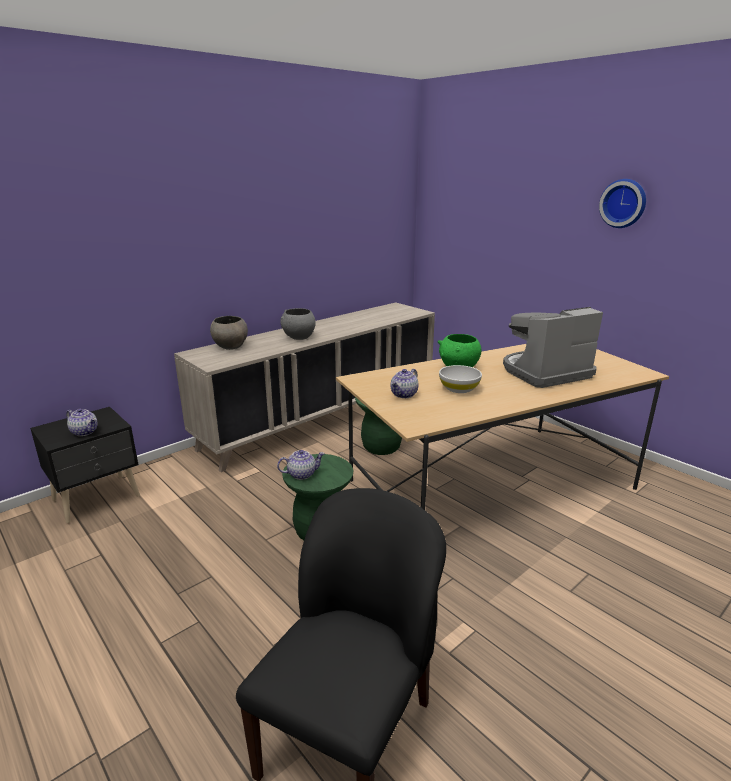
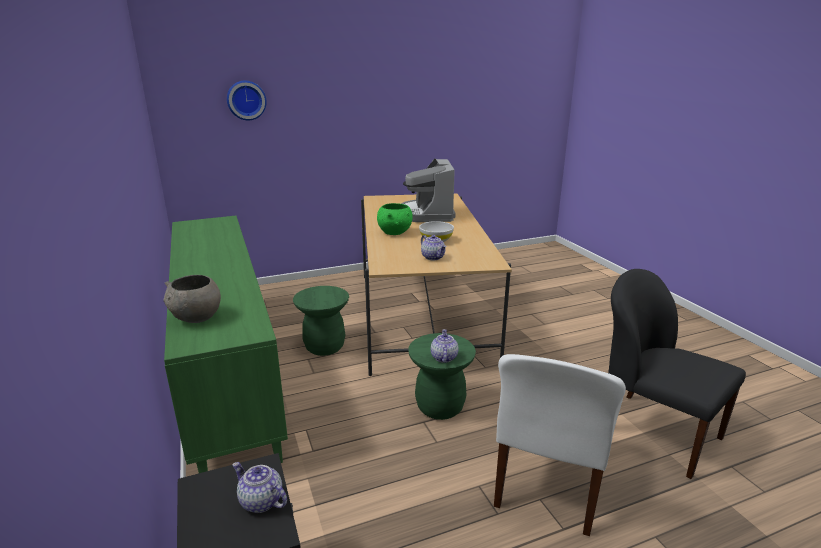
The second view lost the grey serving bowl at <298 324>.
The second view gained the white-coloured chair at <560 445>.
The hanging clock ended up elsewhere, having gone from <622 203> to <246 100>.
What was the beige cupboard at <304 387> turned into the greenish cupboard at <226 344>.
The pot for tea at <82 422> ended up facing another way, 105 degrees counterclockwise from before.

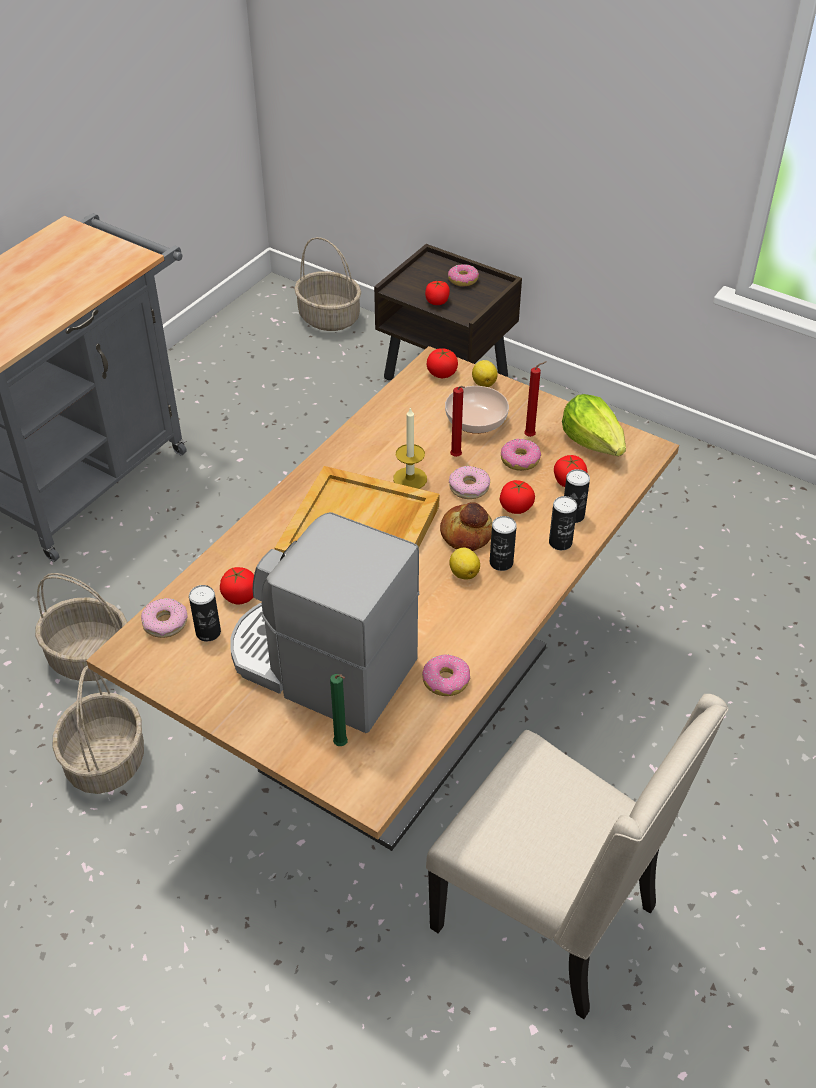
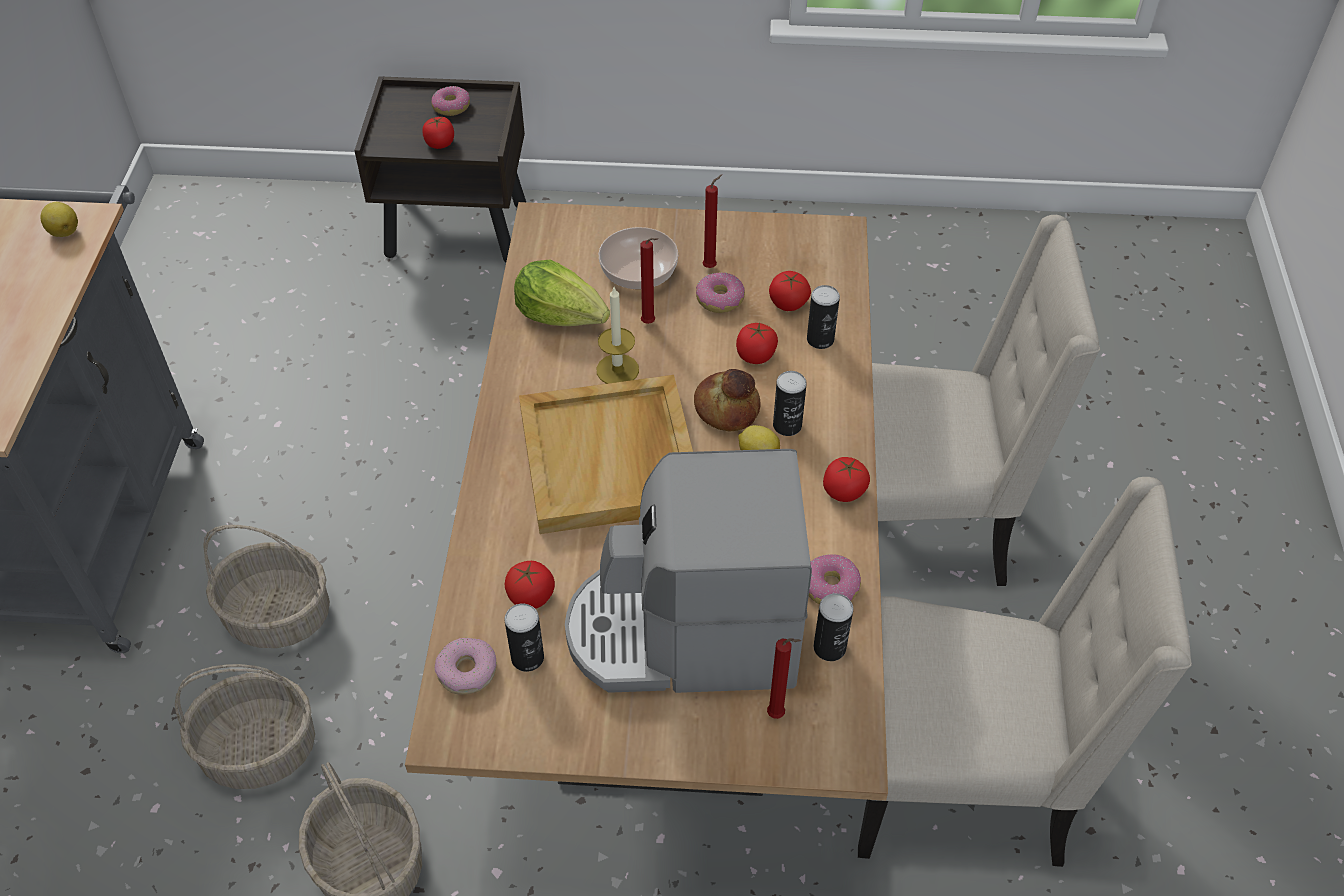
The second view lost the ring doughnut at <469 482>.
The second view gained the beige chair at <986 400>.
The household basket ended up elsewhere, having gone from <327 284> to <266 586>.
The whole tomato ended up elsewhere, having gone from <442 363> to <846 479>.
The whole lemon ended up elsewhere, having gone from <485 373> to <59 219>.
The metal can ended up elsewhere, having gone from <563 523> to <833 627>.
The lettuce ended up elsewhere, having gone from <594 425> to <562 293>.
What was the greenish candle at <339 710> turned into the reddish candle at <784 678>.

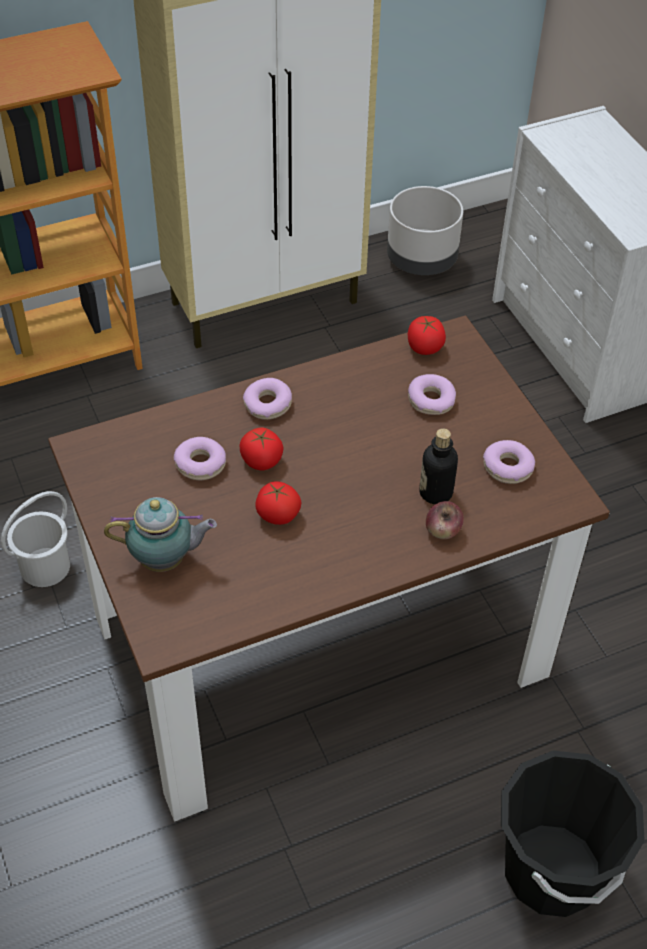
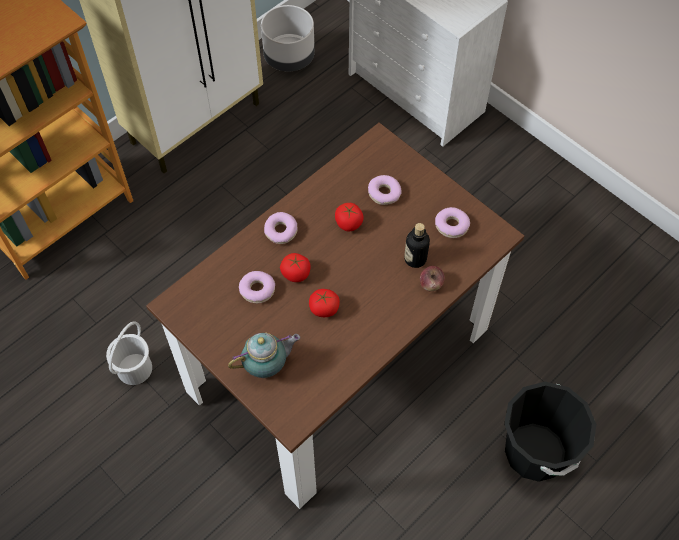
The whole tomato ended up elsewhere, having gone from <427 335> to <349 217>.

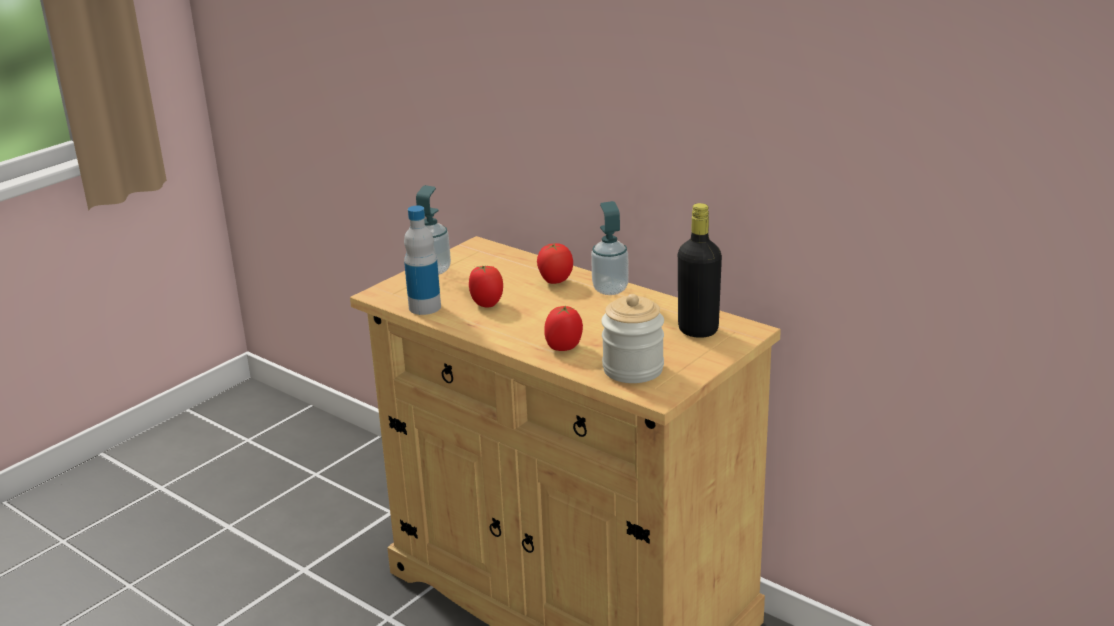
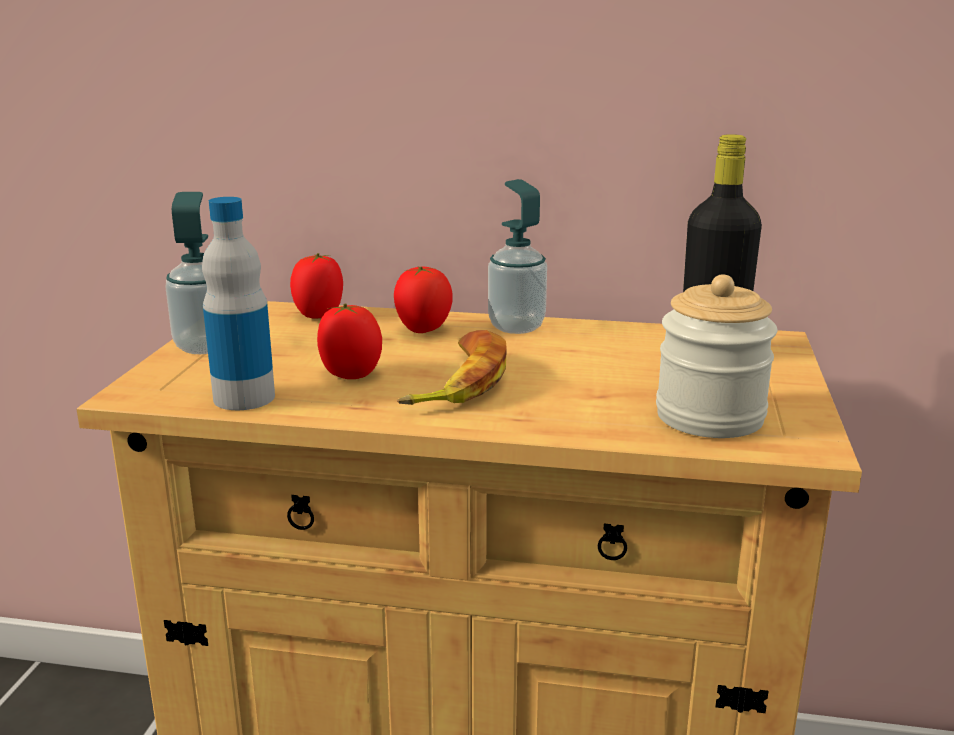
The second view gained the banana at <452 367>.
The whole tomato ended up elsewhere, having gone from <563 328> to <316 286>.

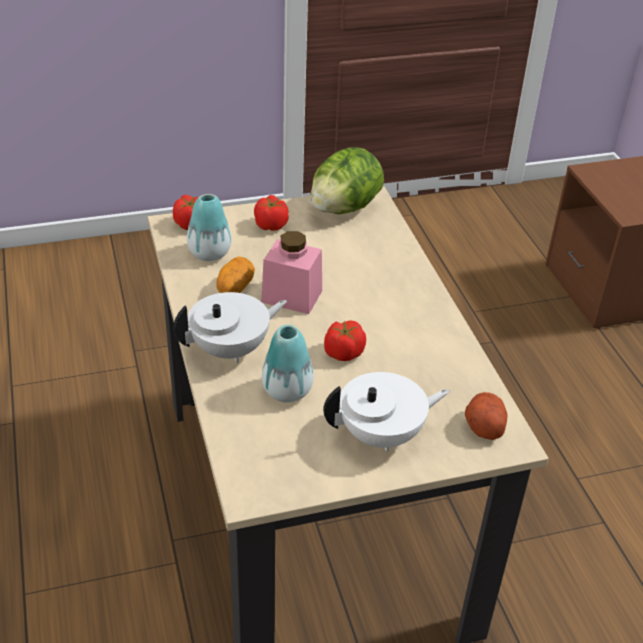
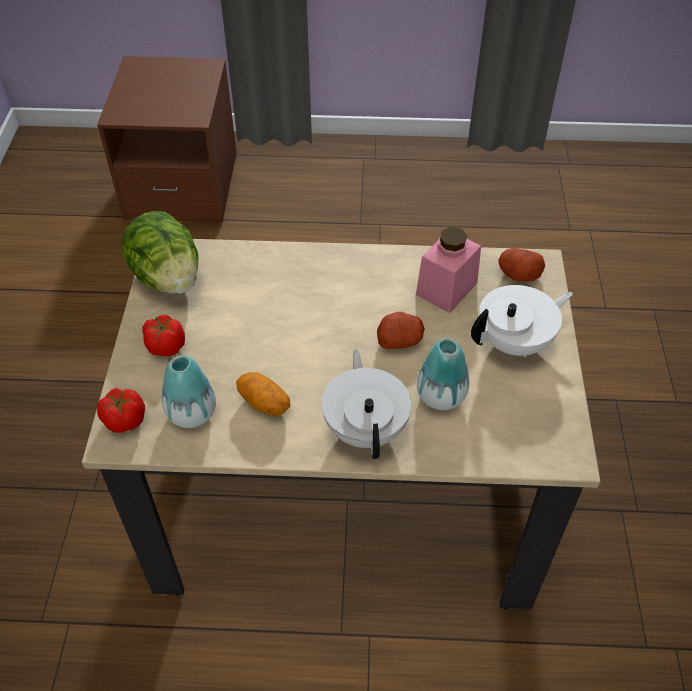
The pink jar ended up elsewhere, having gone from <291 272> to <448 270>.
Where the whole tomato stood at <345 340>, the spud came to stand at <401 330>.
The white-coloured pot for tea at <386 412> ended up facing another way, 60 degrees clockwise from before.

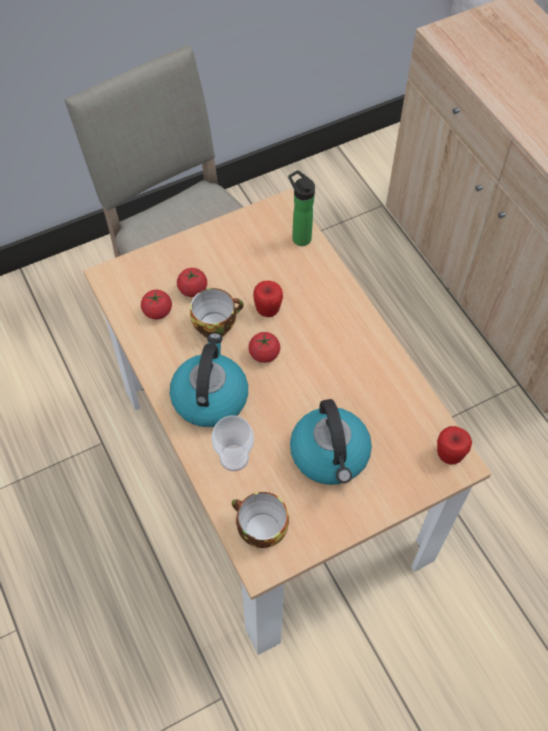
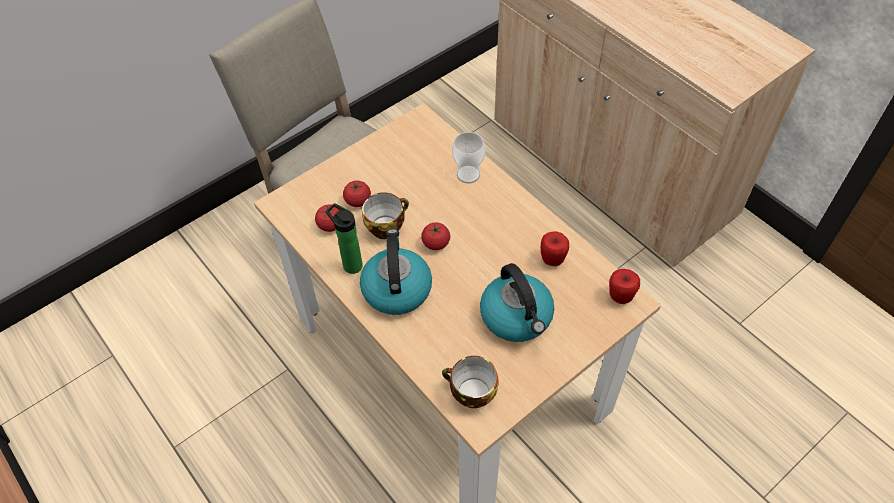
The small cup ended up elsewhere, having gone from <232 443> to <469 157>.
The apple ended up elsewhere, having gone from <268 299> to <555 248>.
The drink bottle ended up elsewhere, having gone from <301 208> to <344 238>.

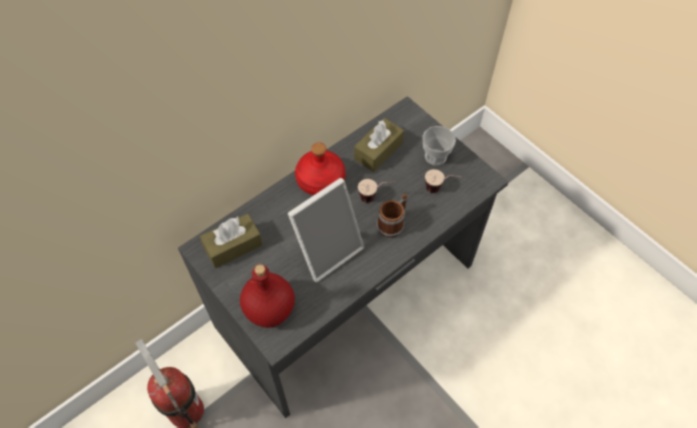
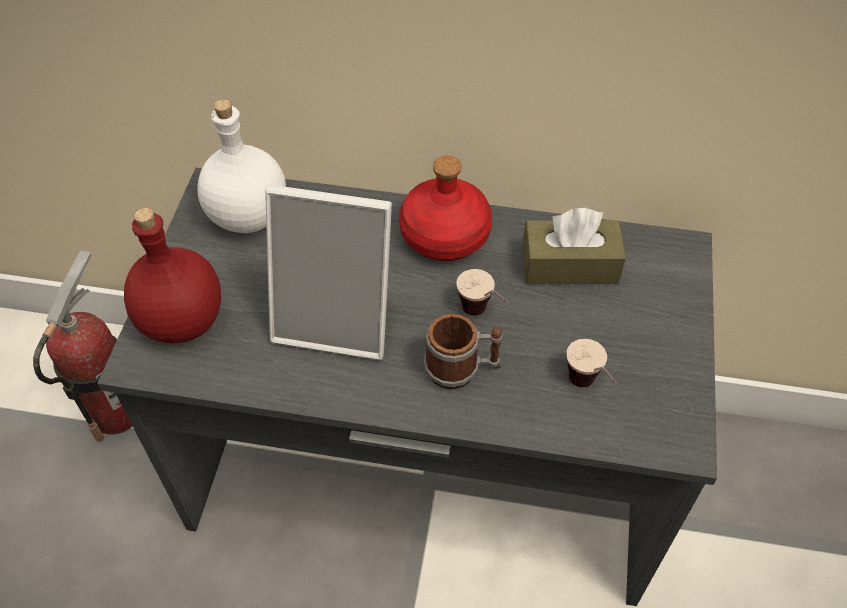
The second view lost the small cup at <439 146>.
Where the brownish box of tissues stood at <231 241>, the white-coloured drink bottle came to stand at <241 166>.

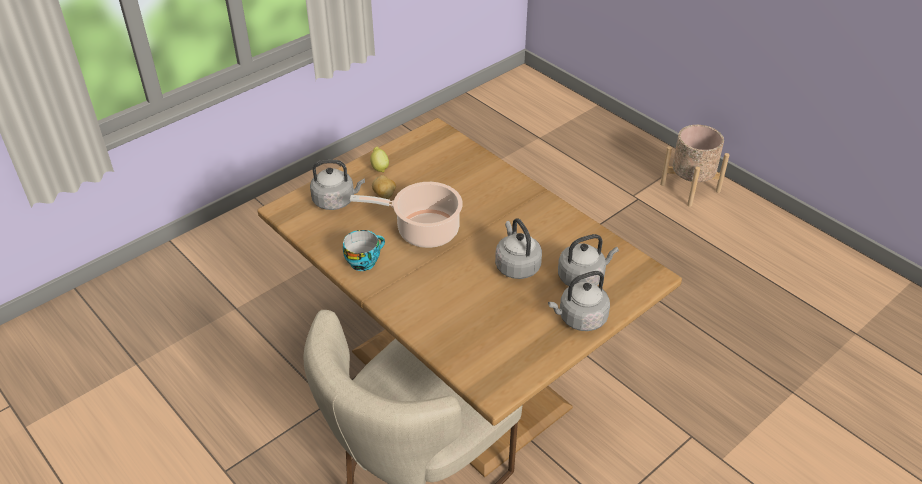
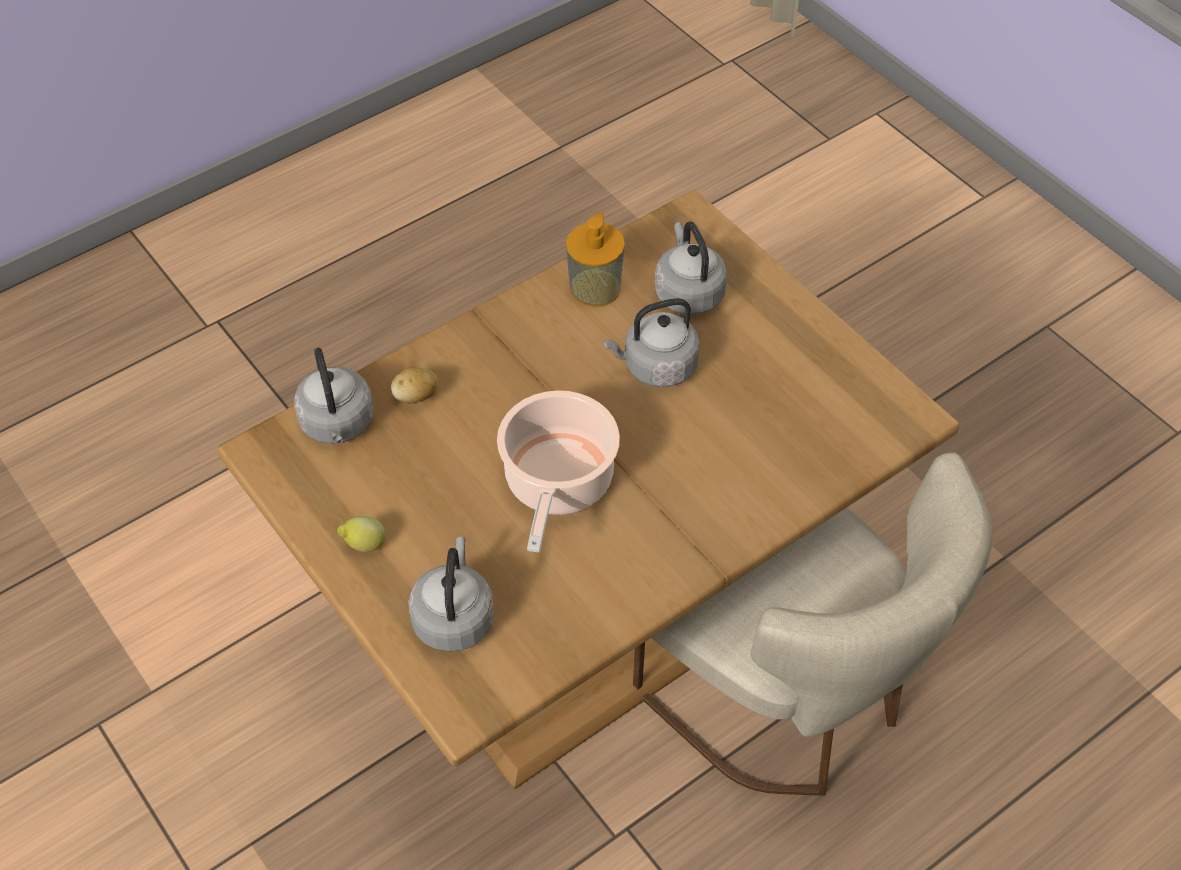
The second view lost the small cup at <364 250>.
The second view lost the beige planter at <694 166>.
The second view gained the liquid soap bottle at <595 260>.
The spud ended up elsewhere, having gone from <384 187> to <414 385>.
The grey tea kettle ended up elsewhere, having gone from <579 301> to <333 396>.

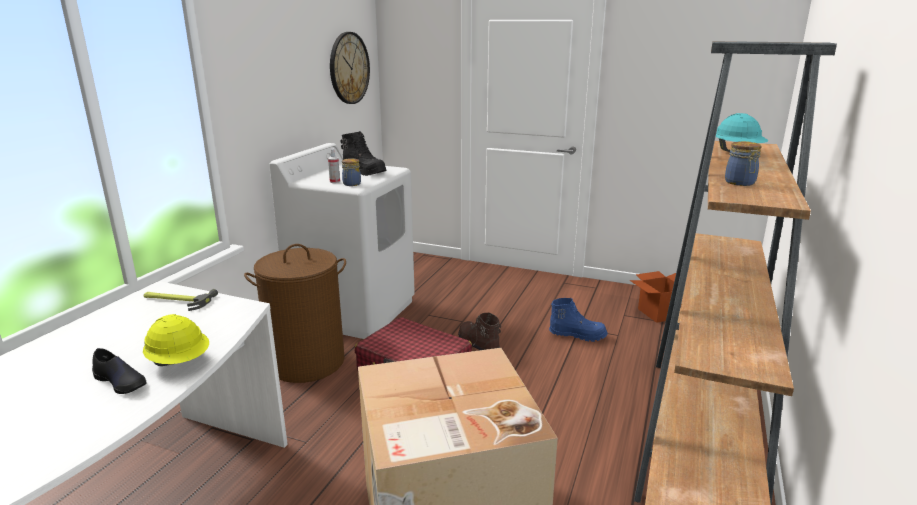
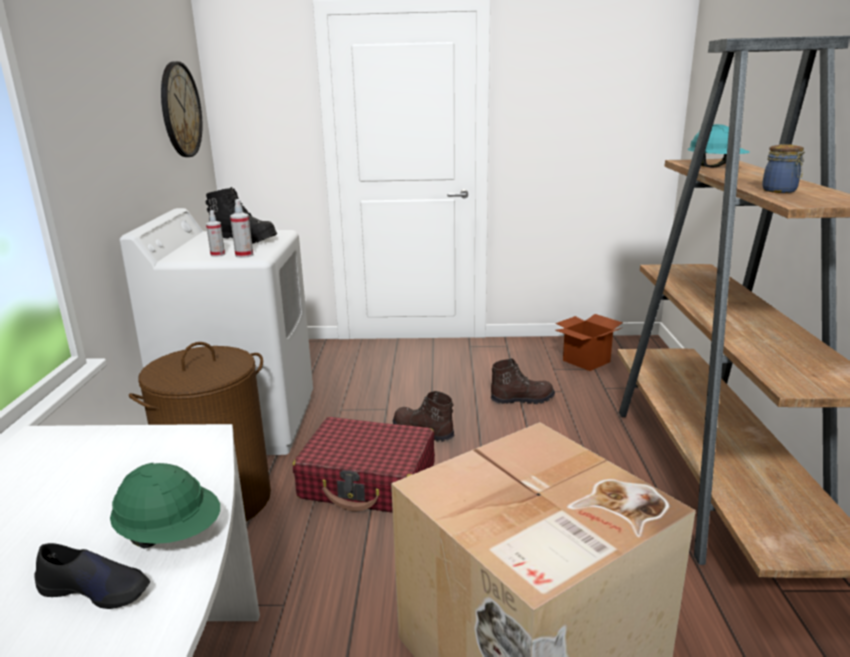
The second view lost the hammer at <181 300>.
Where the jar stood at <351 172>, the spray bottle came to stand at <241 228>.
What was the yellowish hard hat at <176 340> turned into the greenish hard hat at <165 505>.
What was the blue-coloured boot at <578 320> turned into the brownish boot at <523 381>.

